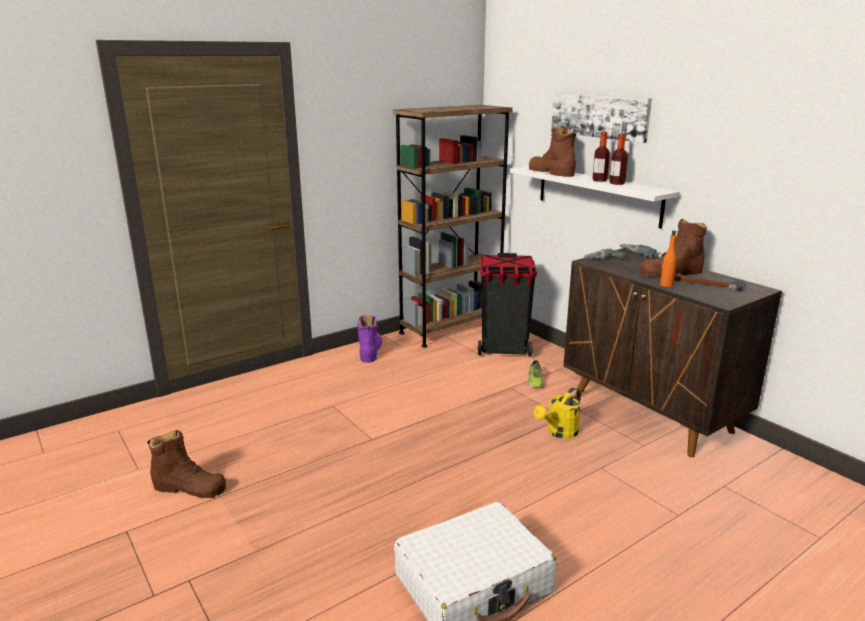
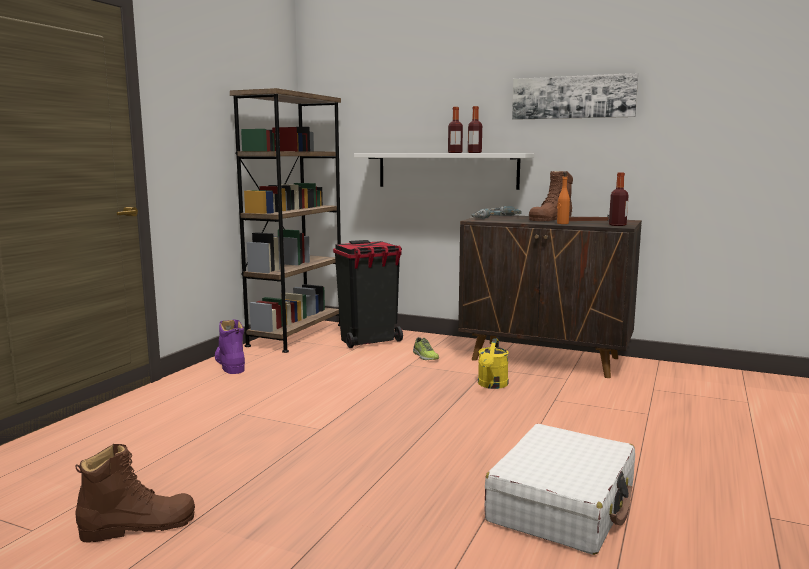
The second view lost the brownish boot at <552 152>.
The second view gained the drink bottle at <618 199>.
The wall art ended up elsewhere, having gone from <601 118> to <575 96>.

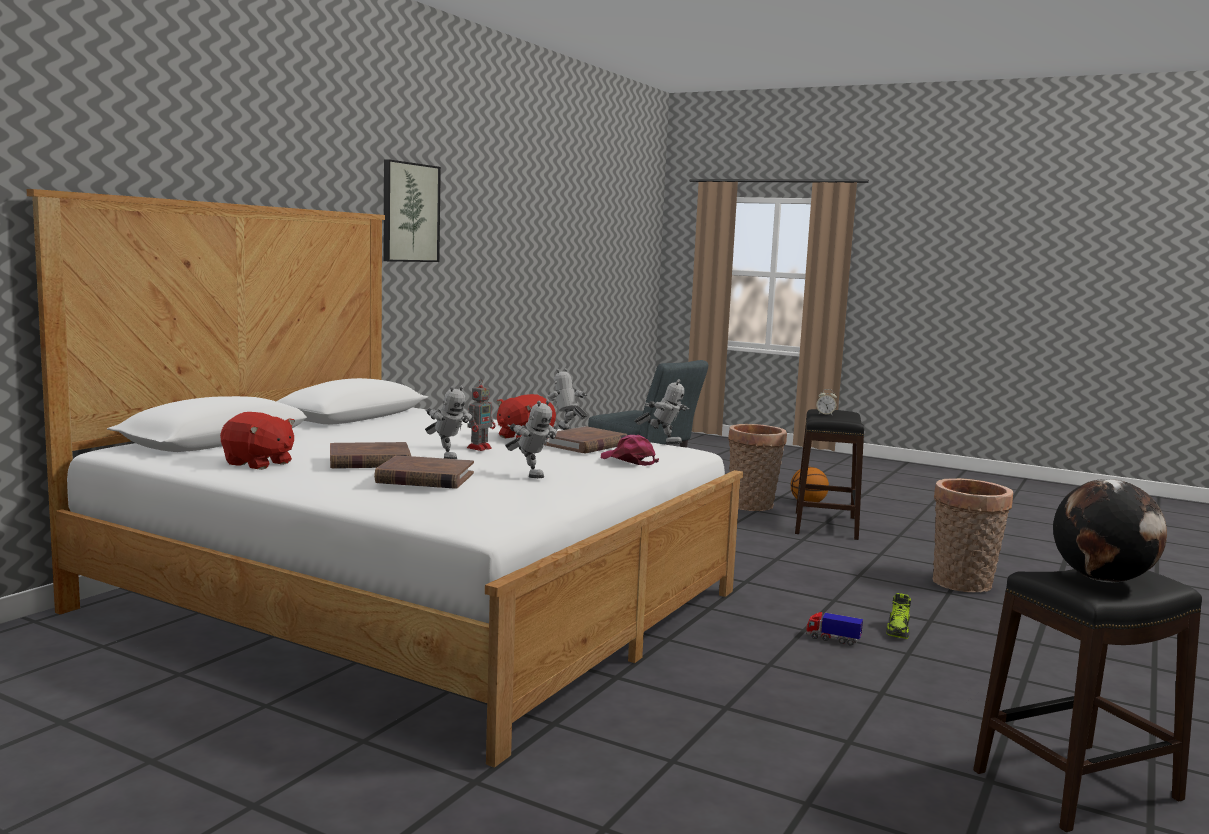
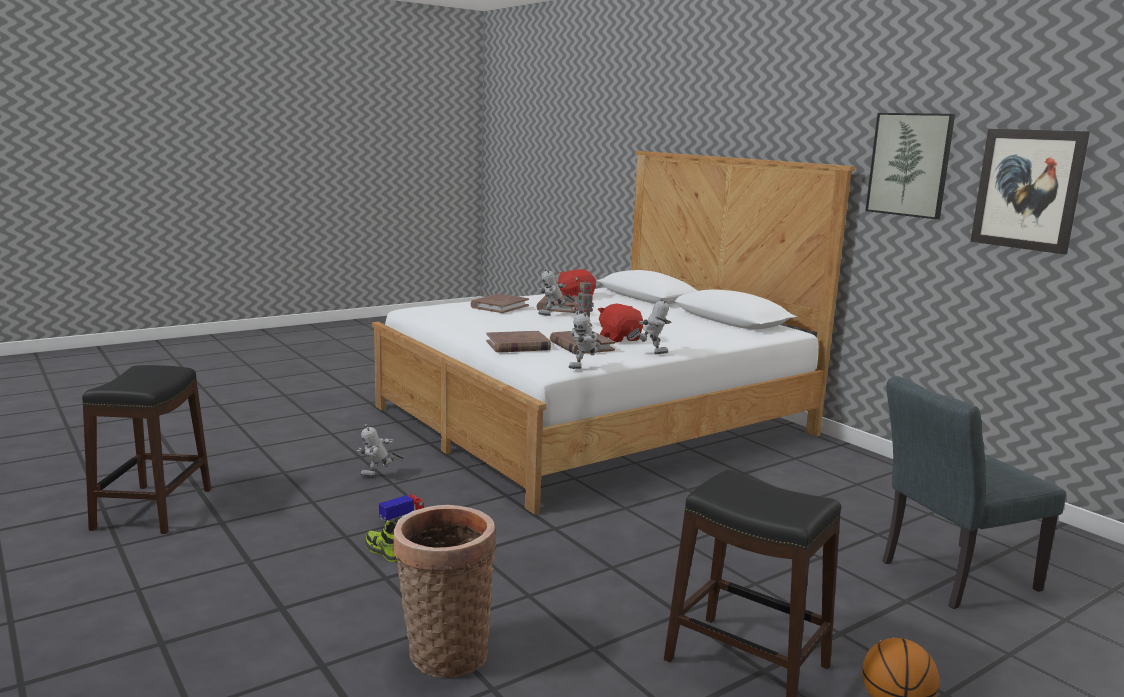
The second view lost the household basket at <757 467>.
The second view lost the table clock at <826 402>.
The second view lost the world globe at <1110 530>.
The second view gained the wall art at <1030 191>.
The robot figure ended up elsewhere, having gone from <531 439> to <380 450>.
Where the pink baseball cap stood at <630 450>, the brownish book came to stand at <518 342>.

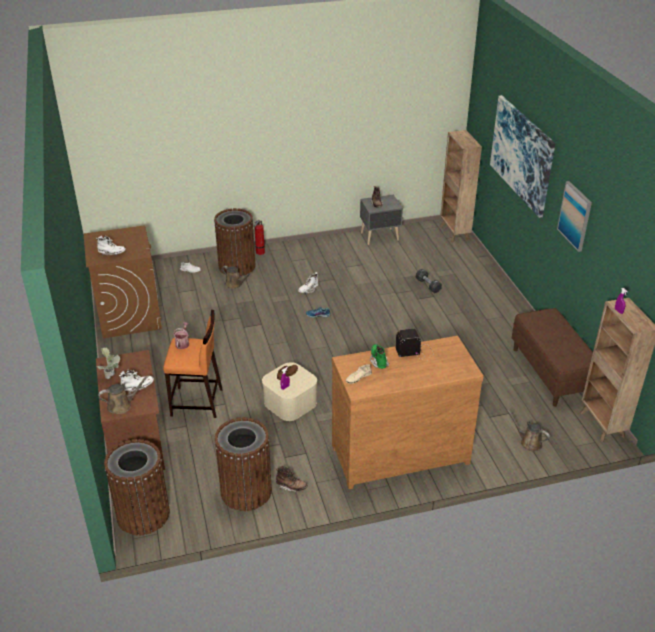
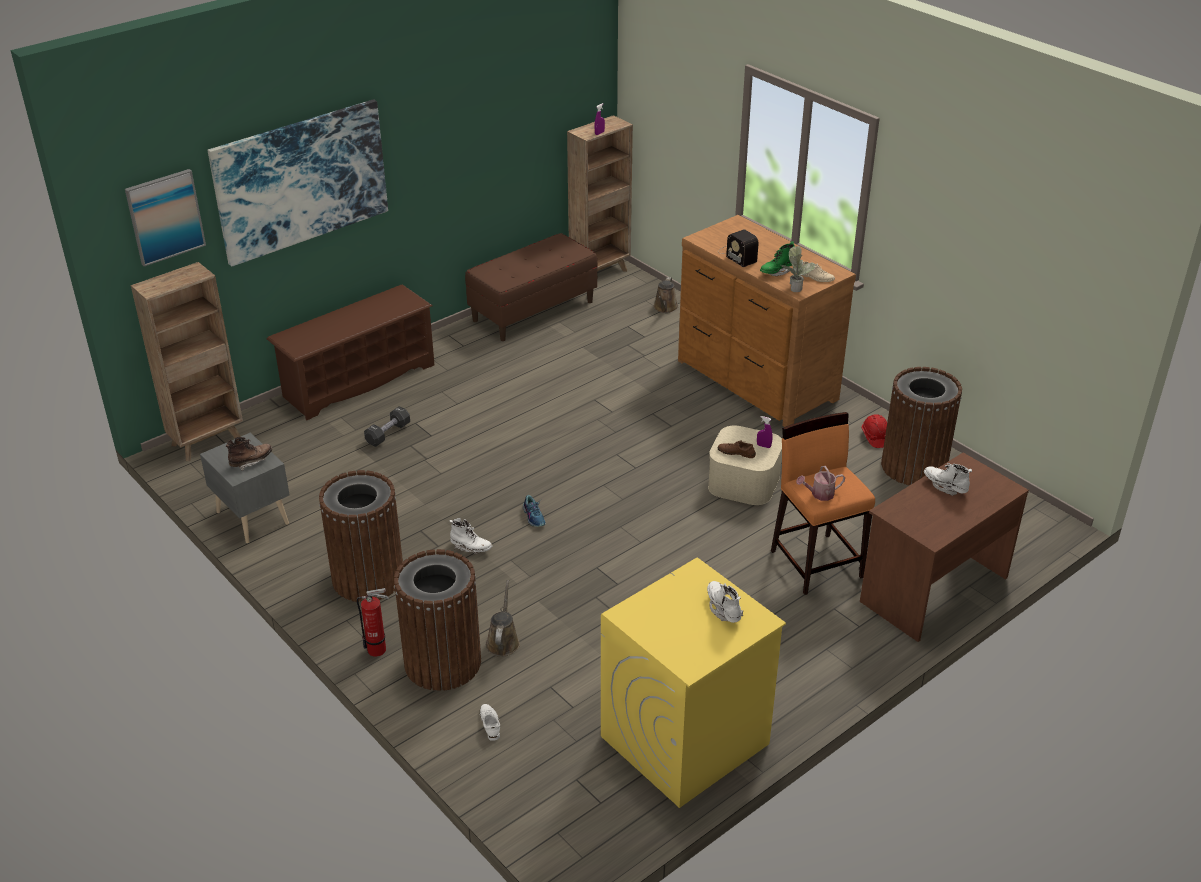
The second view lost the brownish sprinkling can at <123 395>.
The second view gained the brownish shoe shelf at <350 352>.
The potted plant ended up elsewhere, having gone from <108 363> to <798 269>.
The brownish waste bin ended up elsewhere, having gone from <137 487> to <361 536>.
The wall art ended up elsewhere, having gone from <574 216> to <165 217>.
Where the brownish boot stood at <292 479>, the reddish hard hat came to stand at <874 431>.
What was the brownish laundry machine at <123 282> turned into the yellowish laundry machine at <693 683>.

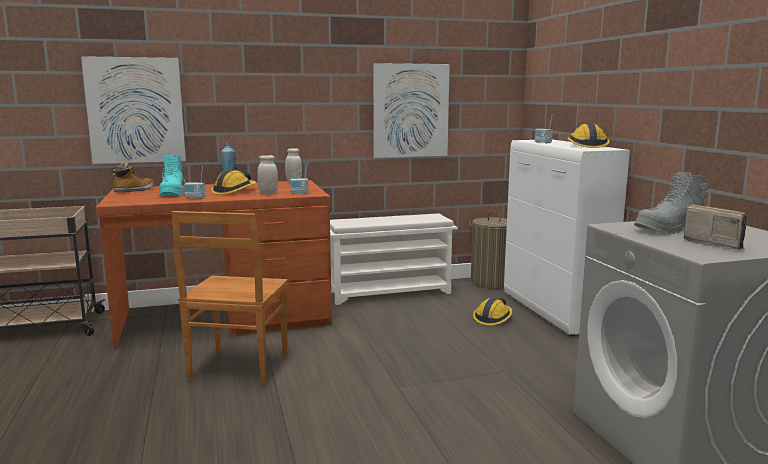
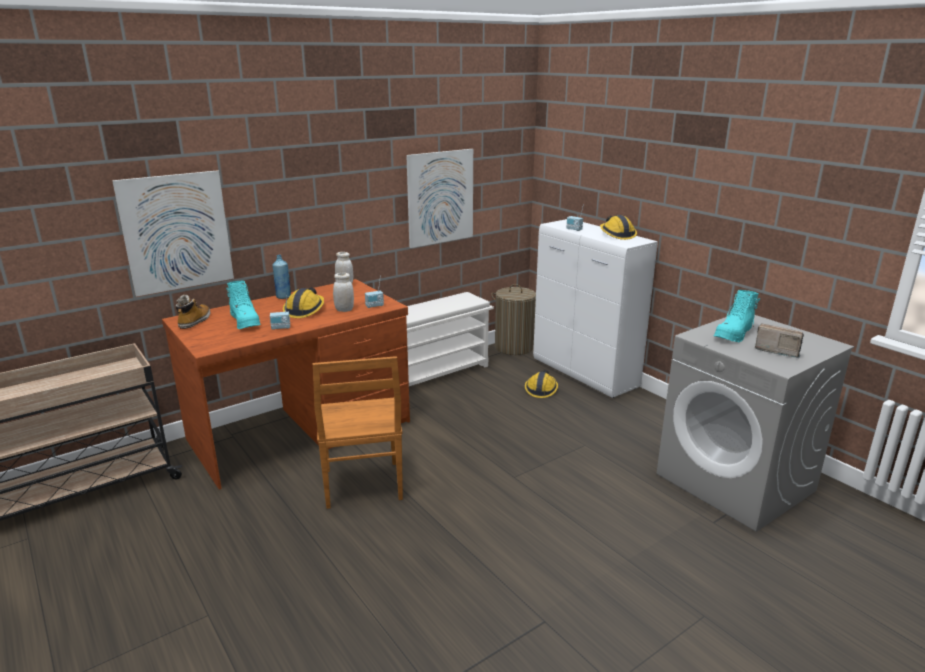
What was the grey boot at <672 203> turned into the turquoise boot at <737 316>.

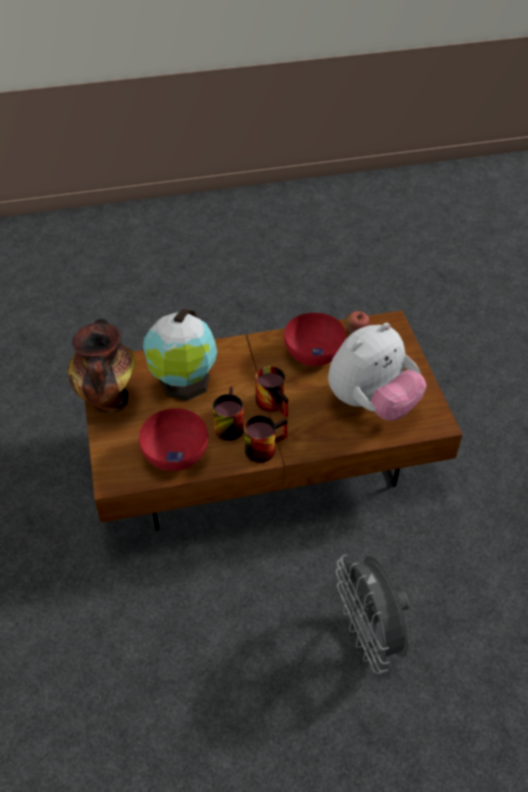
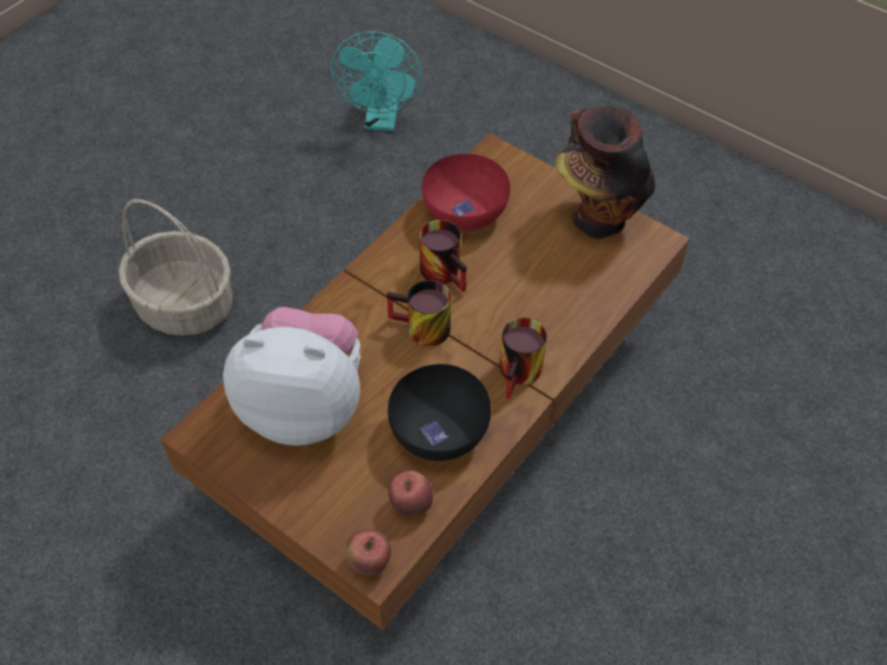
The second view lost the world globe at <180 355>.
The second view gained the turquoise electric fan at <376 81>.
The second view gained the apple at <368 552>.
The coffee mug ended up elsewhere, having gone from <265 439> to <523 358>.
Where the grey electric fan stood at <372 614>, the household basket came to stand at <175 267>.
What was the reddish serving bowl at <315 339> turned into the black-coloured serving bowl at <439 412>.
The plush toy at <377 372> ended up facing another way, 90 degrees clockwise from before.

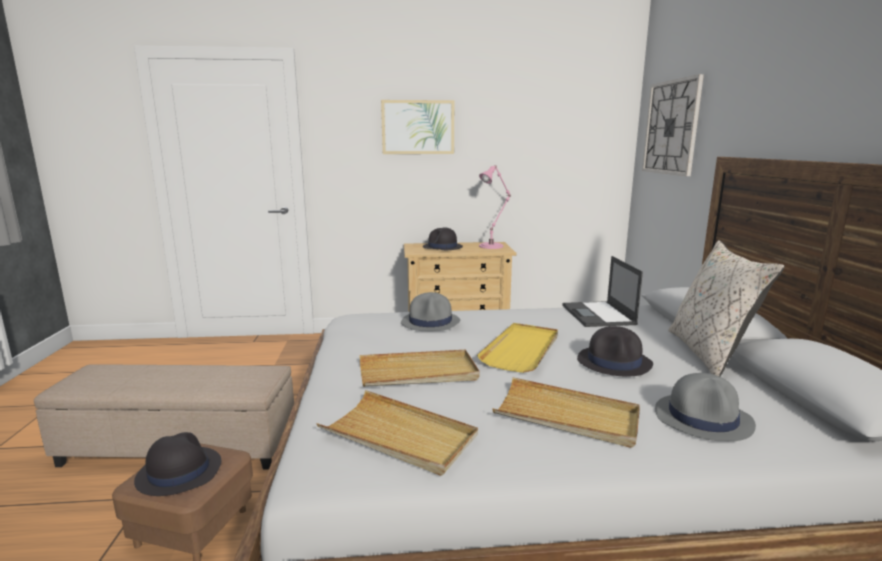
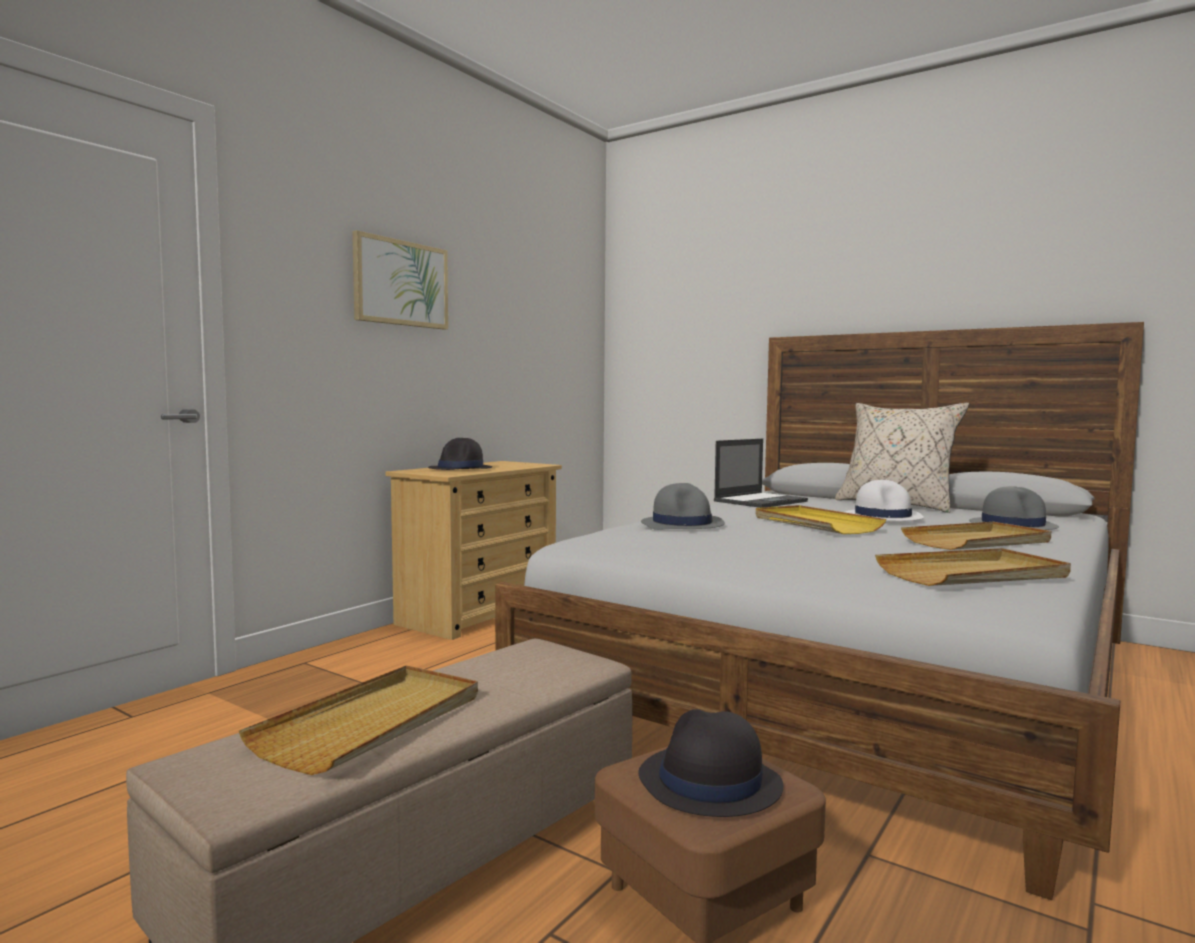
The second view lost the pink tabletop lamp at <495 207>.
The second view lost the hanging clock at <673 125>.
The beige carrying tray ended up elsewhere, having gone from <419 368> to <358 720>.
What was the black-coloured wearable hat at <615 351> turned into the white-coloured wearable hat at <884 500>.
The notebook computer at <602 291> ended up facing another way, 75 degrees counterclockwise from before.

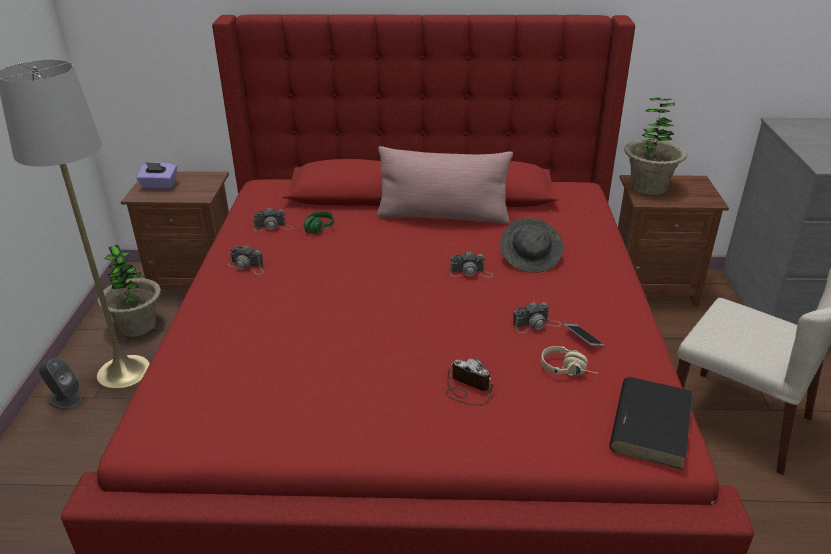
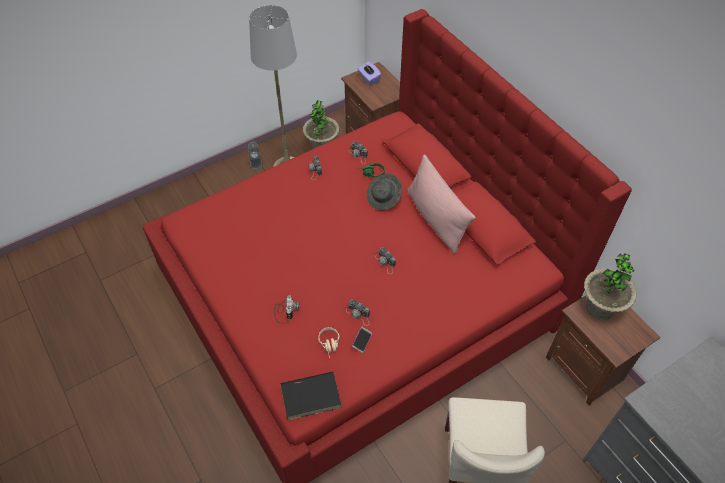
The grey wearable hat ended up elsewhere, having gone from <531 245> to <384 192>.

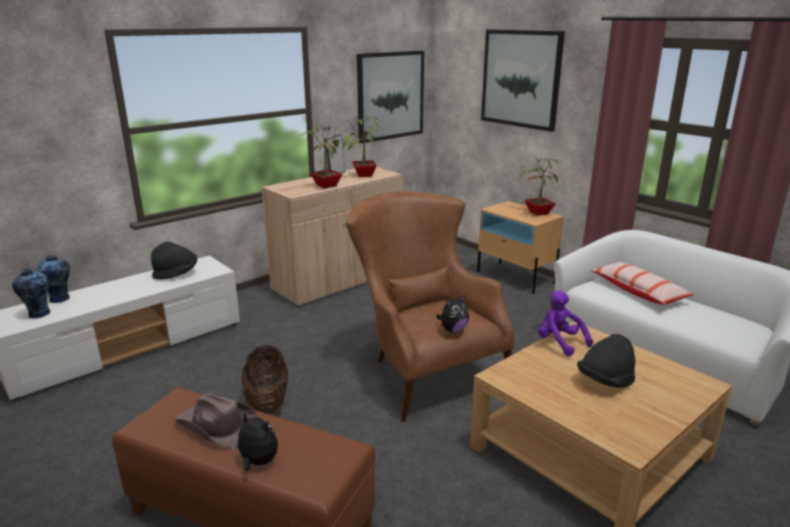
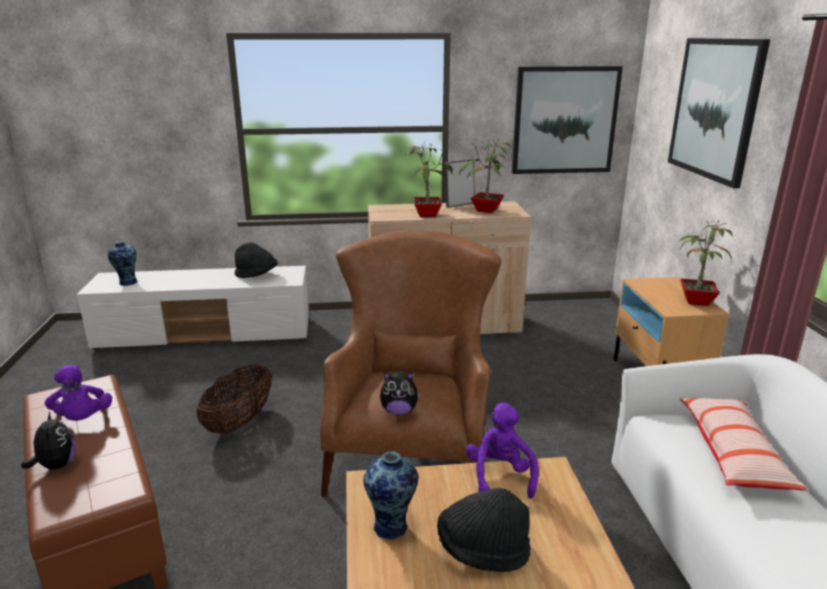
The vase ended up elsewhere, having gone from <53 279> to <391 496>.
Where the brownish wearable hat stood at <216 420>, the purple-coloured plush toy came to stand at <78 393>.

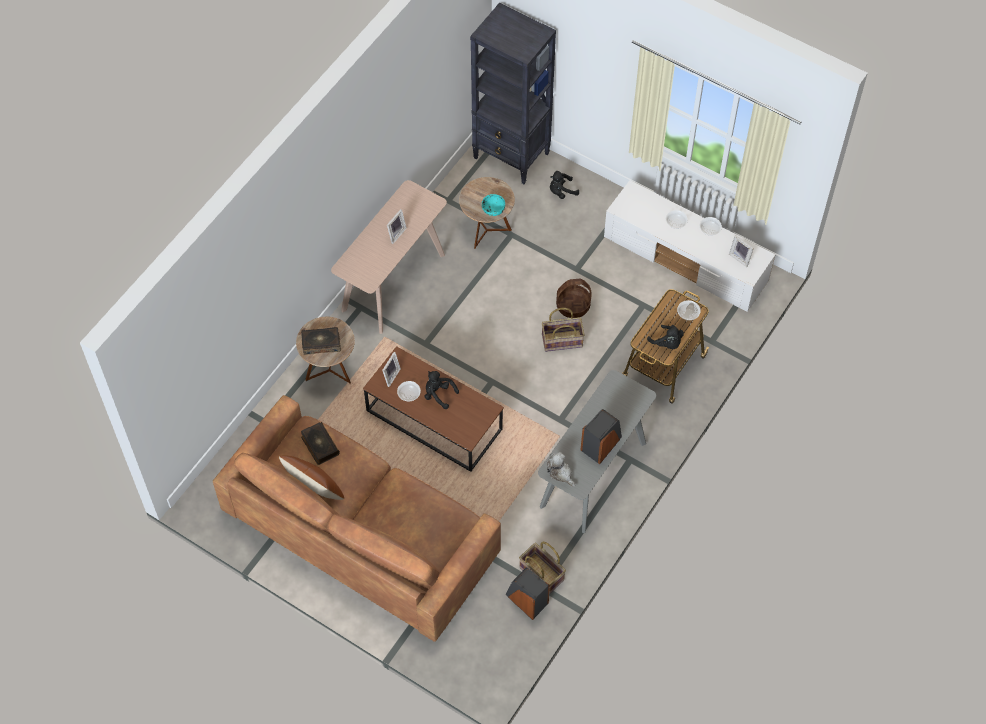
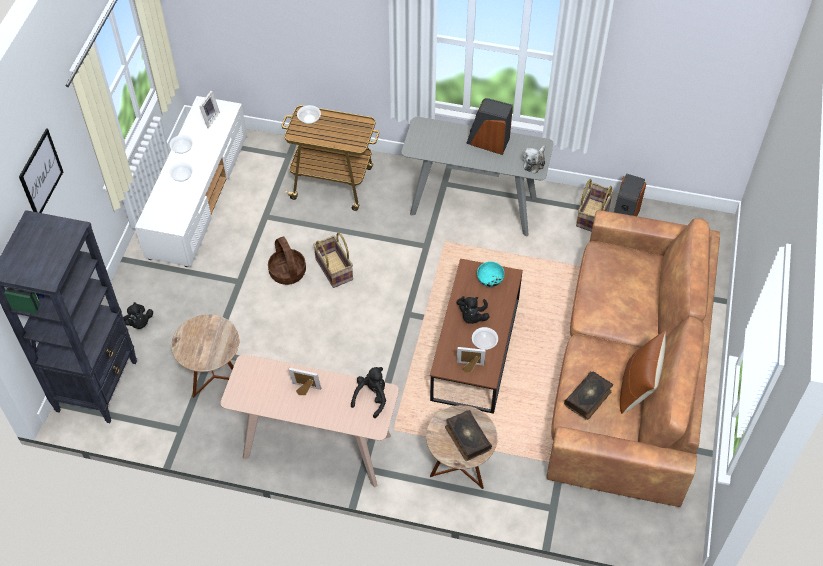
The second view gained the wall art at <41 170>.
The turquoise serving bowl ended up elsewhere, having gone from <493 205> to <490 274>.
The black-coloured plush toy ended up elsewhere, having gone from <665 337> to <368 392>.

